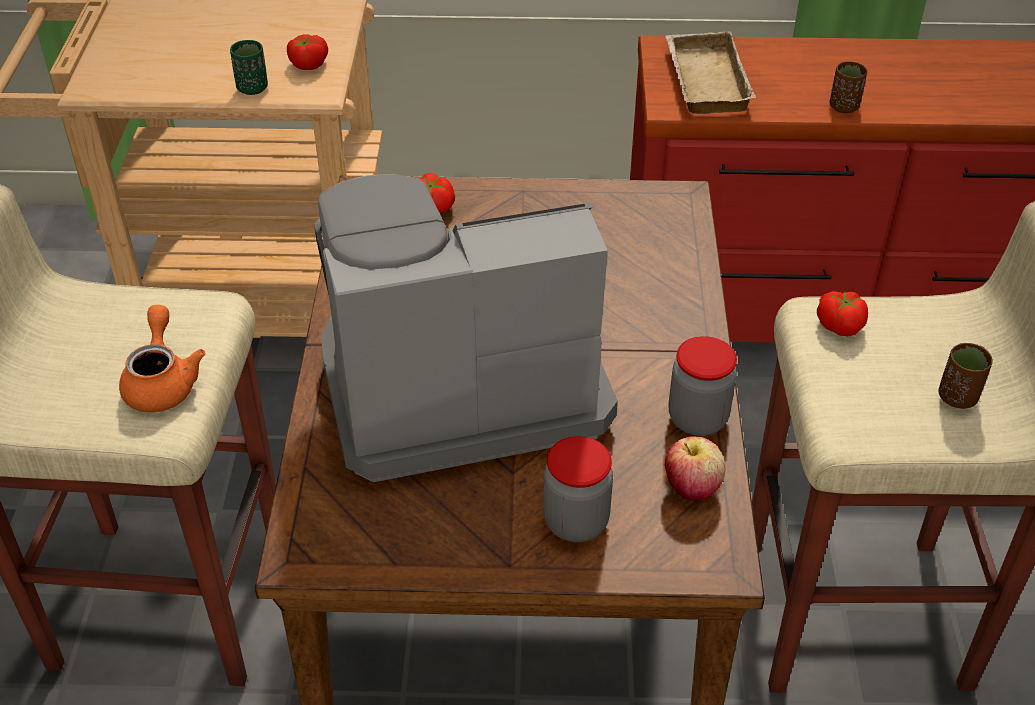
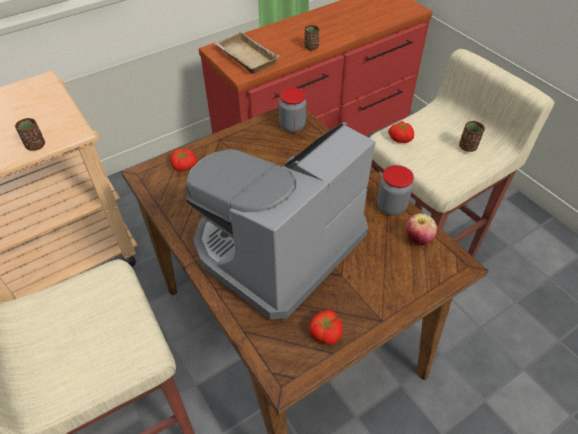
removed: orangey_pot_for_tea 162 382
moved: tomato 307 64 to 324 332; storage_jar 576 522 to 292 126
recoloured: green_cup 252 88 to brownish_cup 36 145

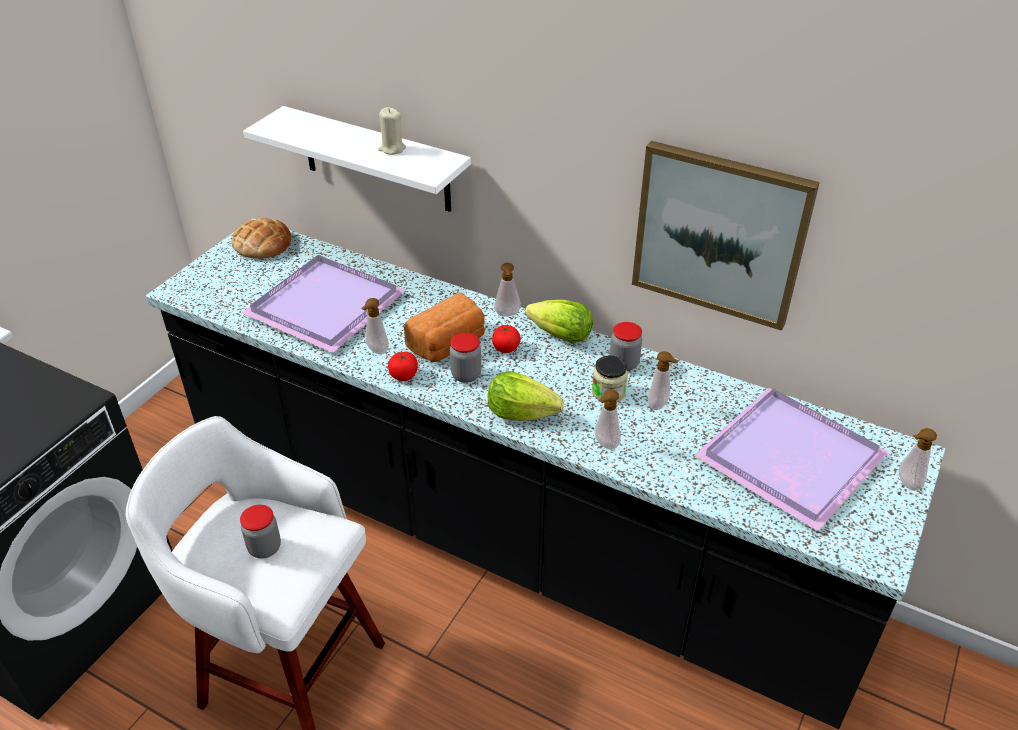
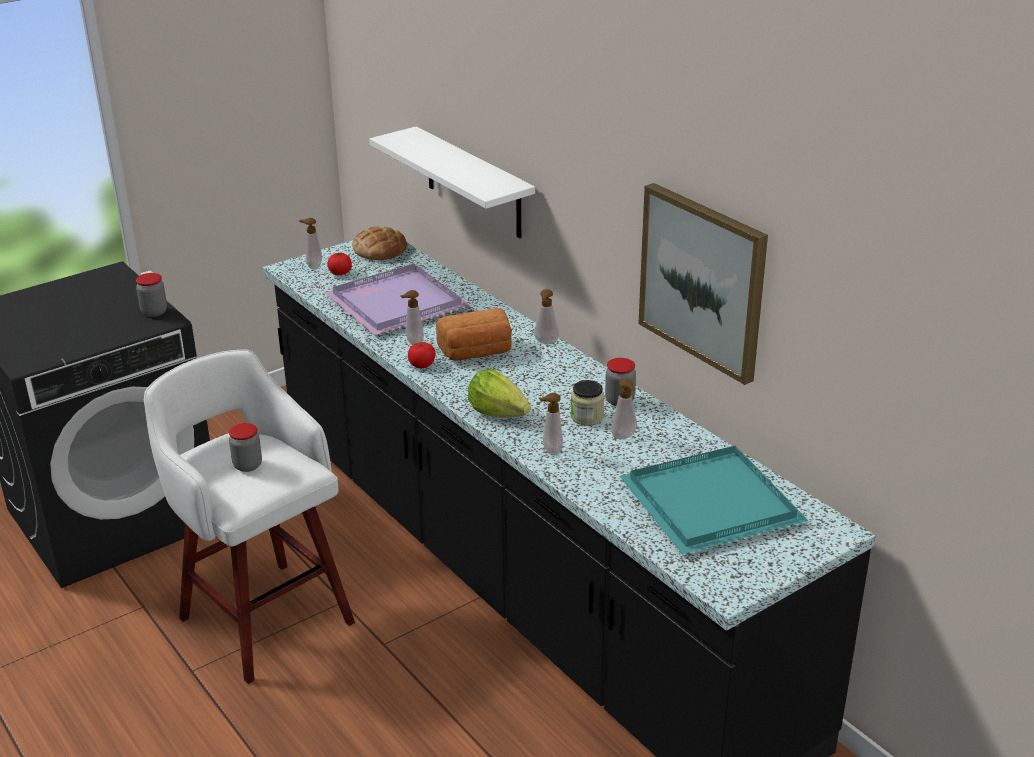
removed: sand-coloured_candle 392 149; head_of_lettuce 561 336
moved: storage_jar 466 375 to 154 312; tomato 506 348 to 340 273; liquid_soap_bottle 906 483 to 313 266
recoloured: purple_serving_tray 786 458 to blue-green_serving_tray 707 502

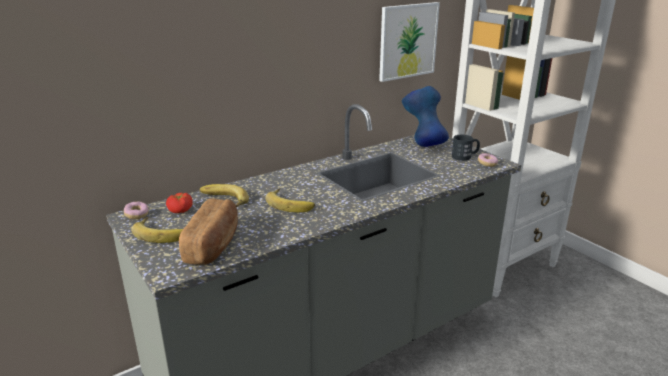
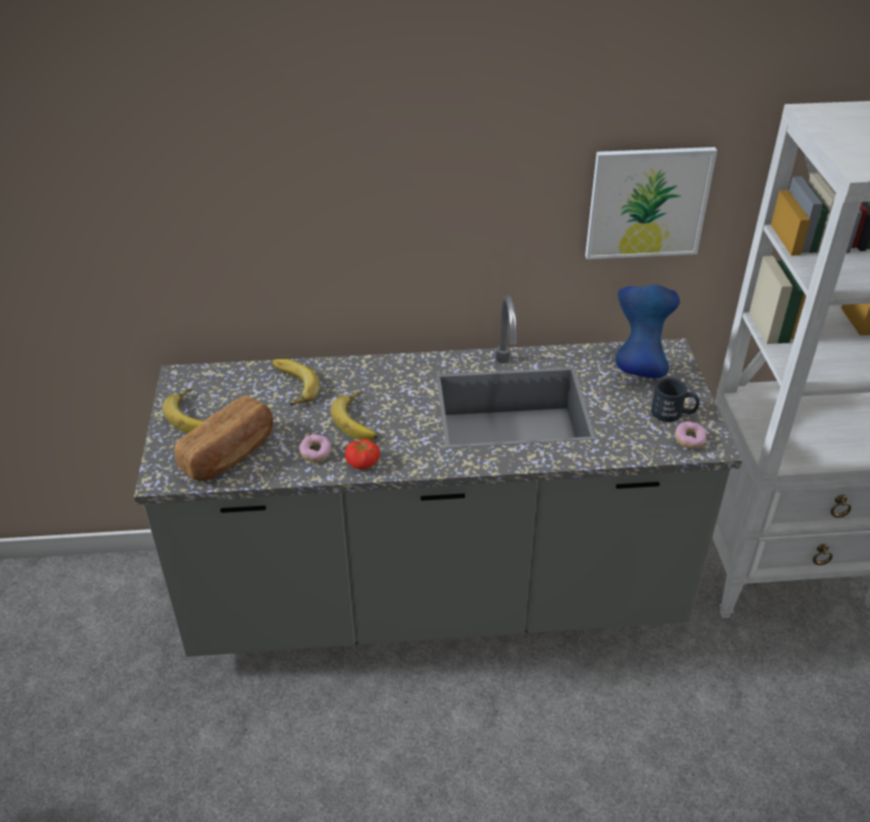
moved: ring_doughnut 137 215 to 315 453; tomato 181 210 to 363 463

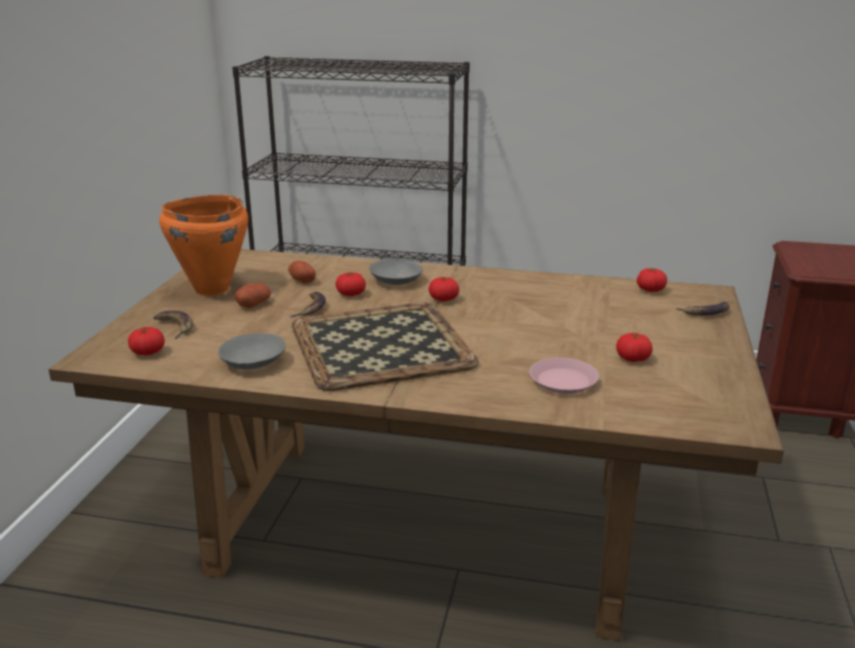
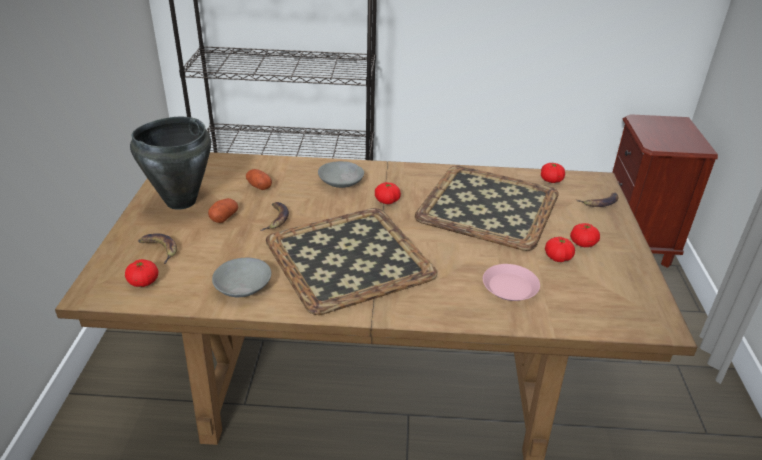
added: serving_tray 487 205
moved: tomato 351 294 to 583 243
recoloured: orangey_stockpot 211 289 to black-coloured_stockpot 180 202

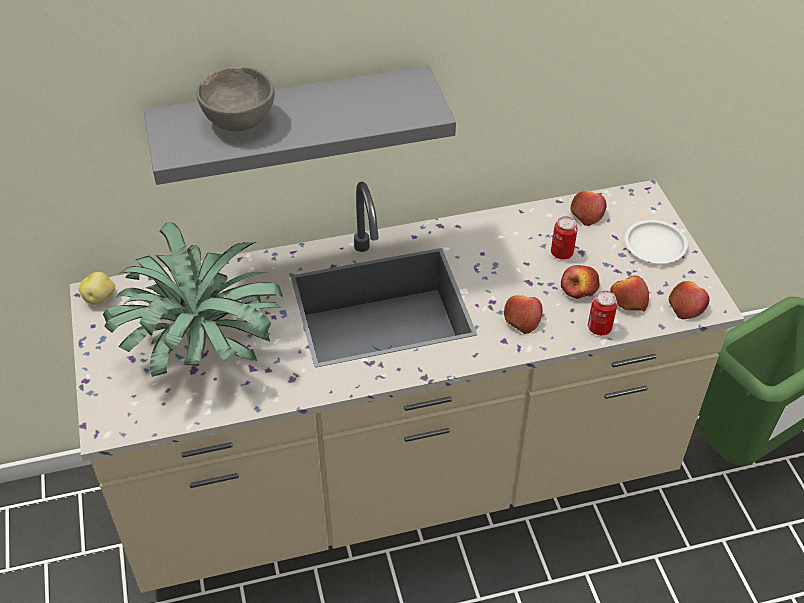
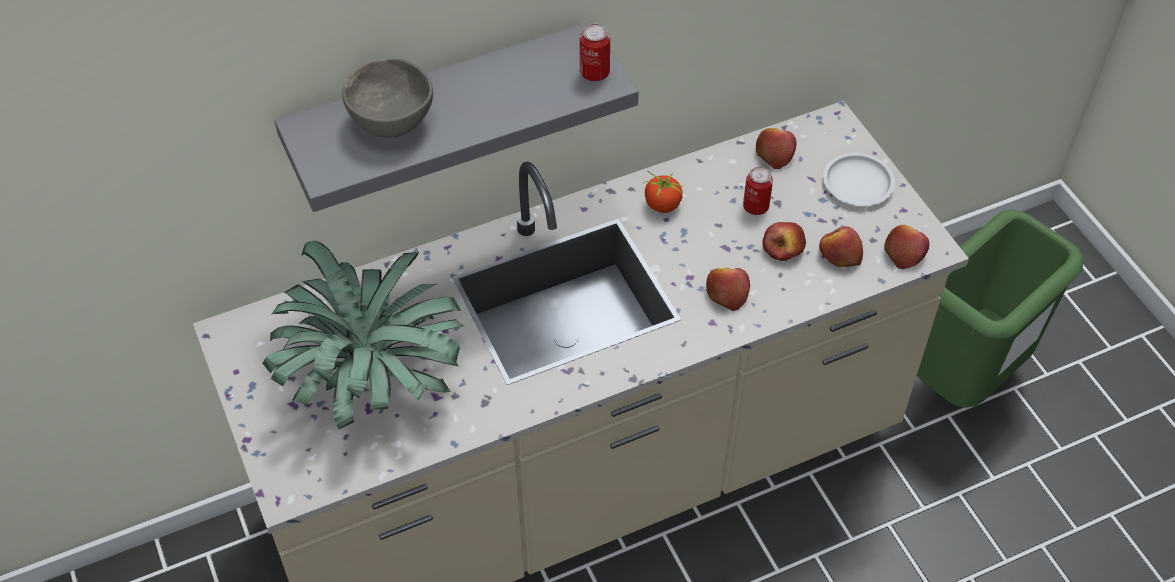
removed: whole_potato 100 297
added: tomato 662 205
moved: metal_can 599 328 to 594 73

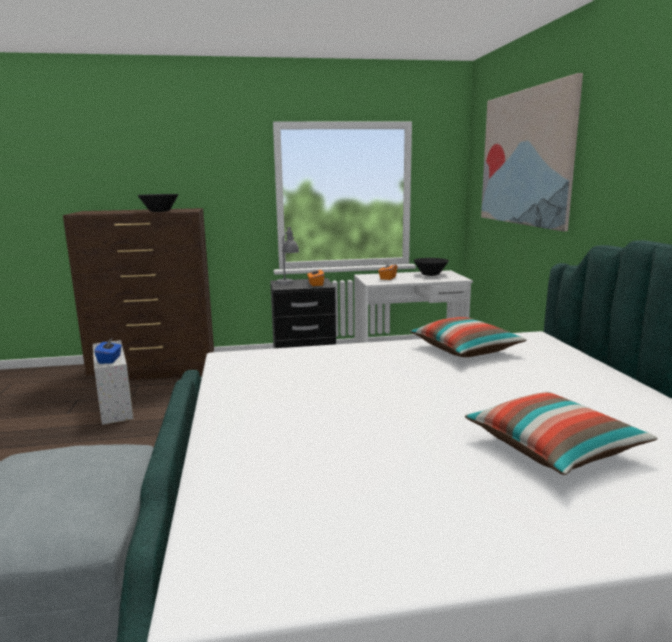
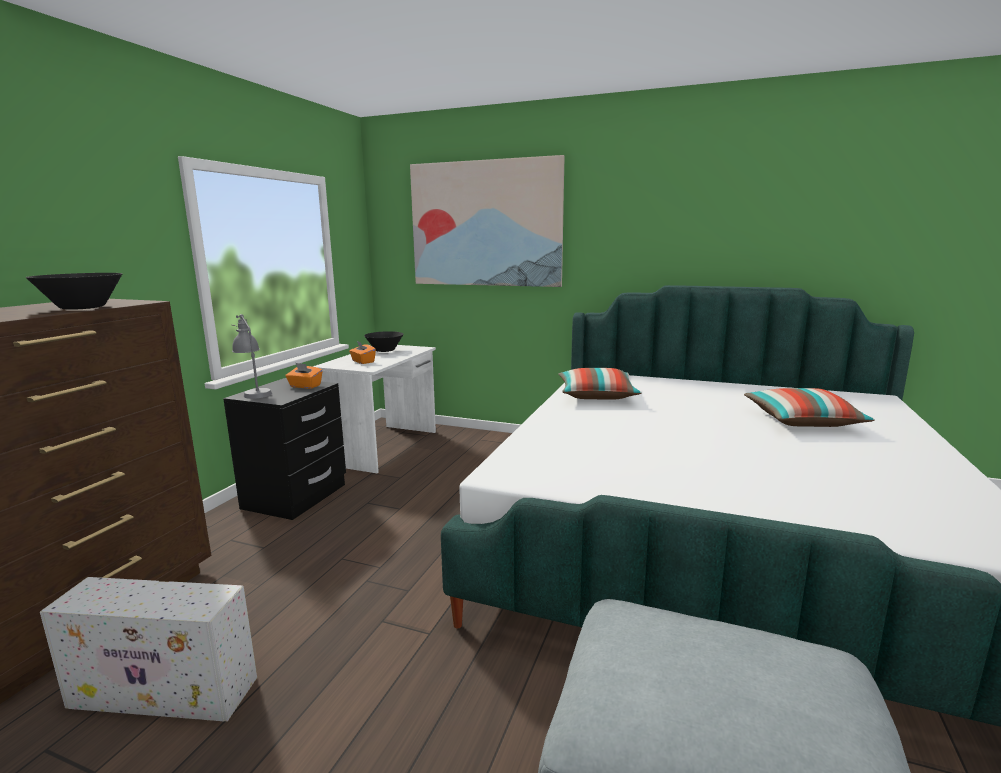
removed: bluish_tissue_box 110 360

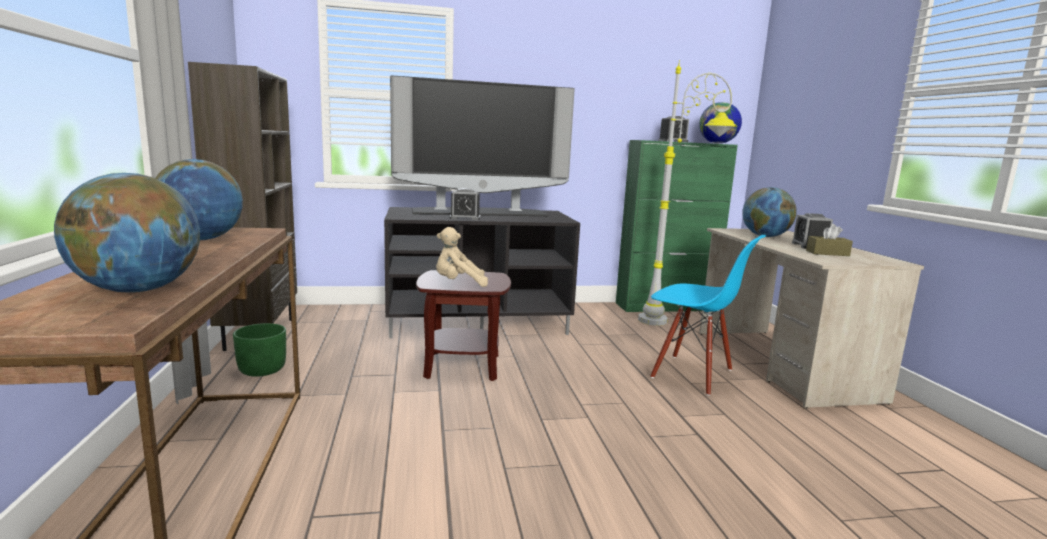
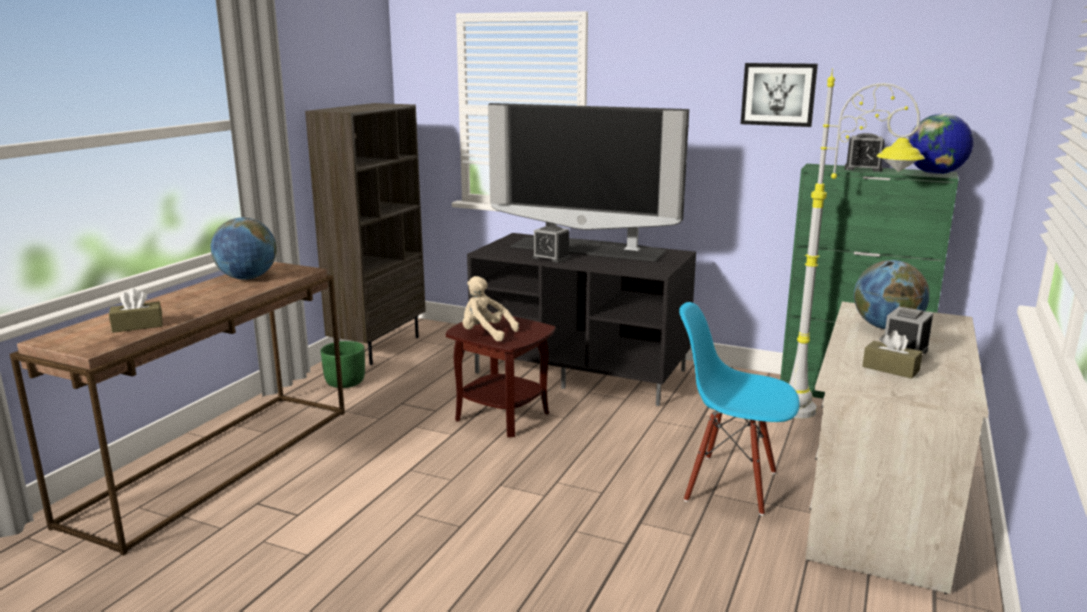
added: picture 778 94
replaced: desk_globe 138 290 to brownish_tissue_box 137 326
turned: bluish_plain_chair 692 374 = 731 485 135 degrees clockwise

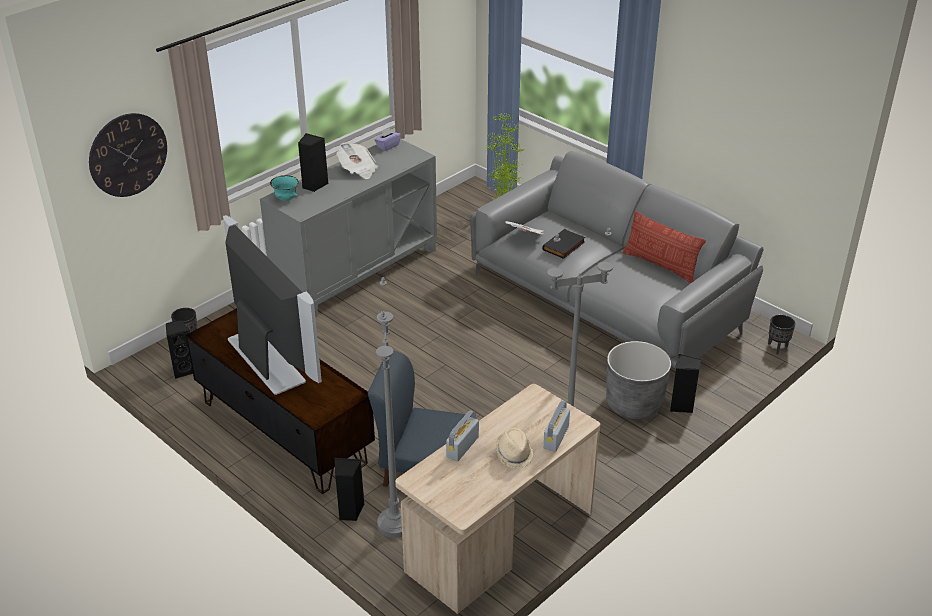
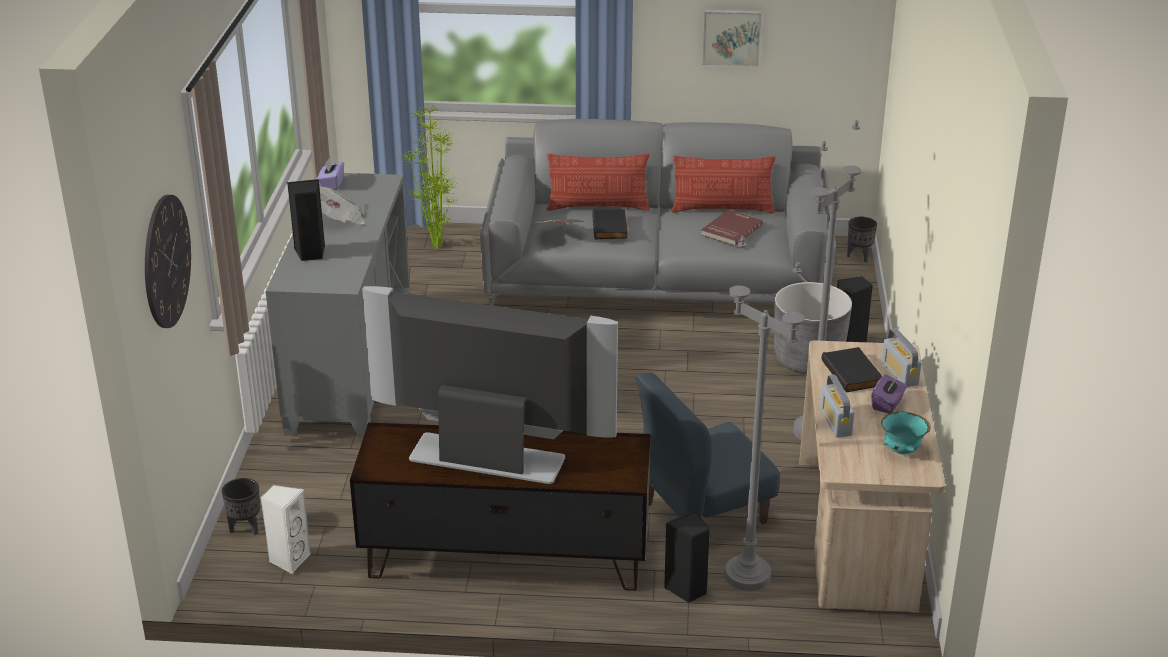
added: pillow 598 206; red_bound_book 730 230; picture 731 36; black-coloured_bound_book 853 373
moved: blue-green_serving_bowl 286 199 to 902 451
replaced: sand-coloured_wearable_hat 514 454 to purple_tissue_box 887 404
recoloured: black-coloured_audio_speaker 184 370 to whitish_audio_speaker 289 559

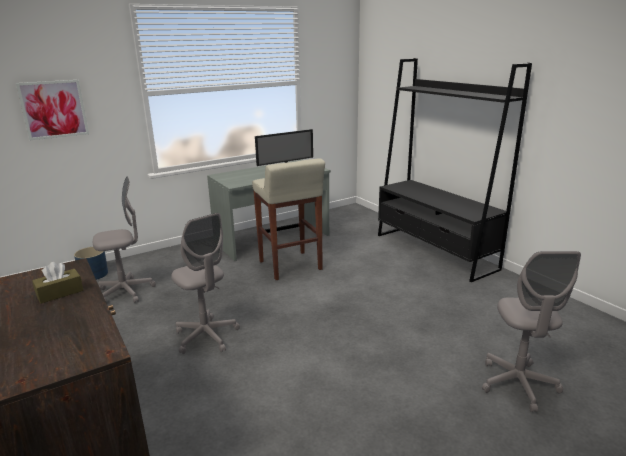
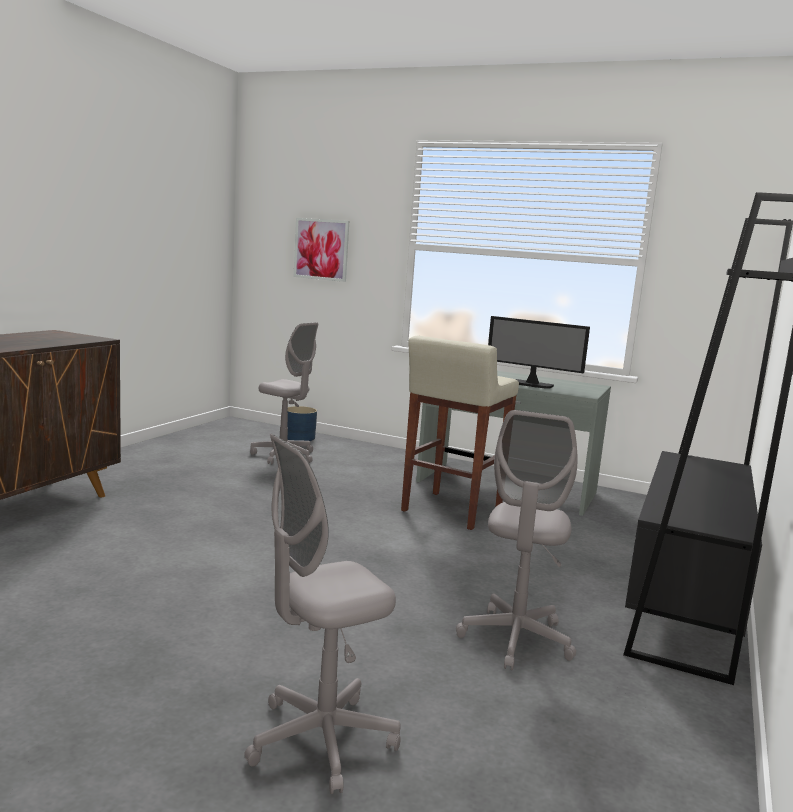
removed: brownish_tissue_box 60 293
moved: greyish_desk_chair 206 336 to 515 639

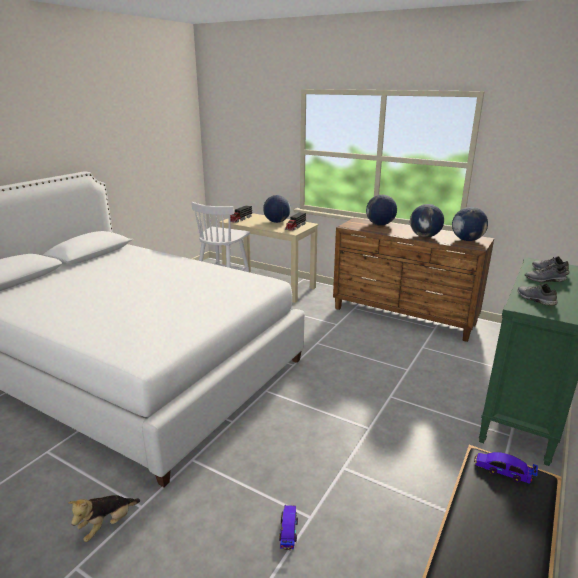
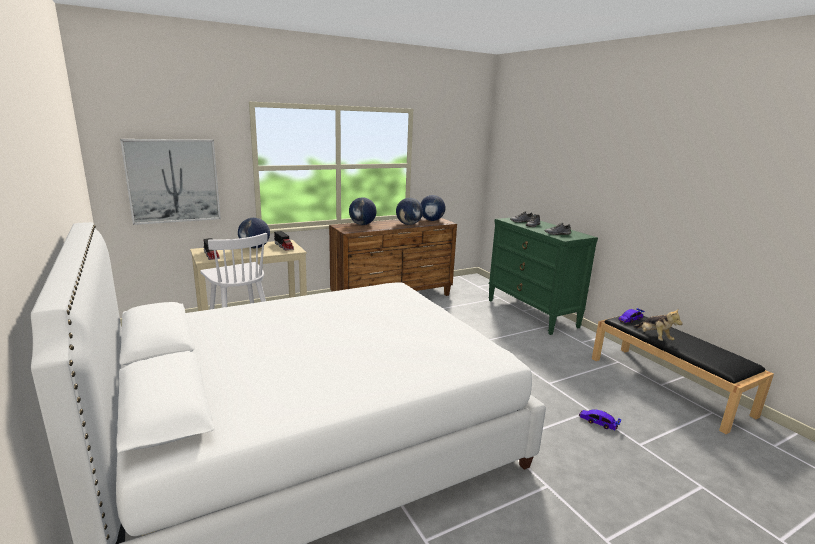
added: picture 173 181
moved: plush_toy 107 525 to 653 338

